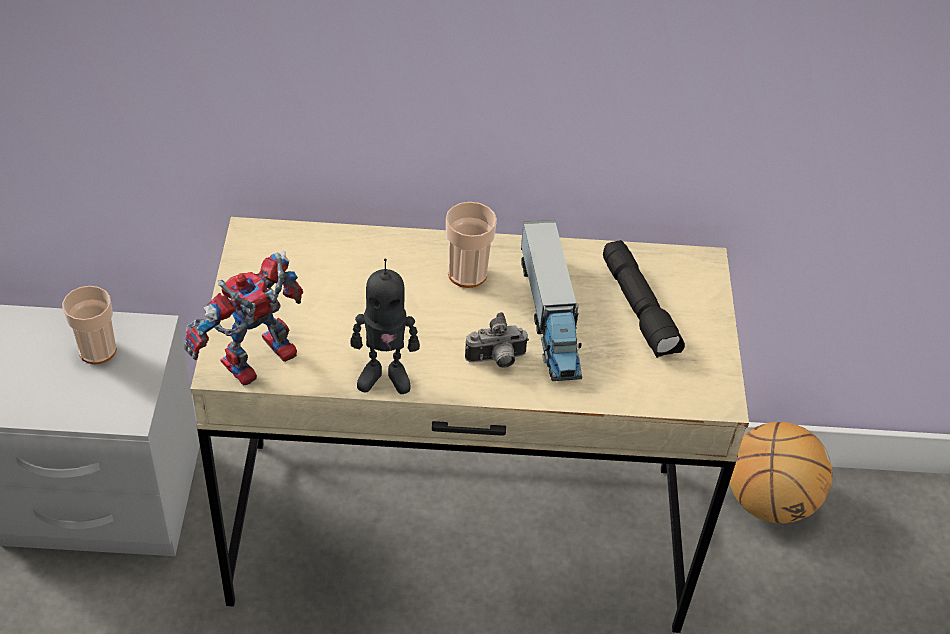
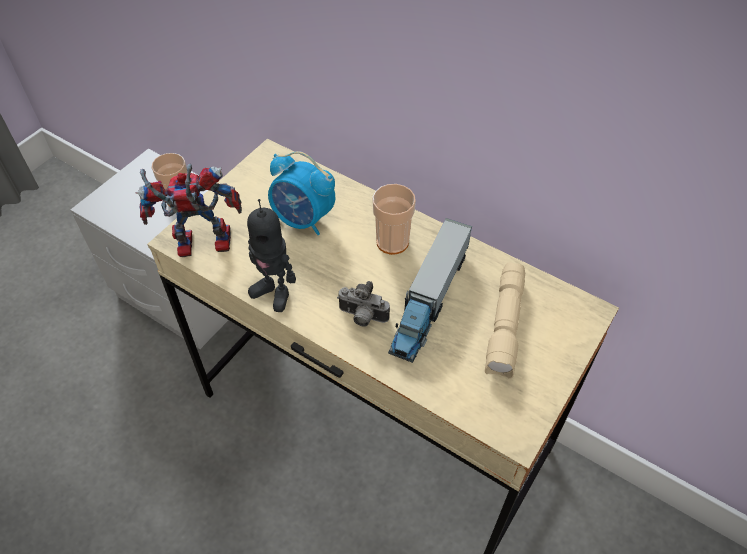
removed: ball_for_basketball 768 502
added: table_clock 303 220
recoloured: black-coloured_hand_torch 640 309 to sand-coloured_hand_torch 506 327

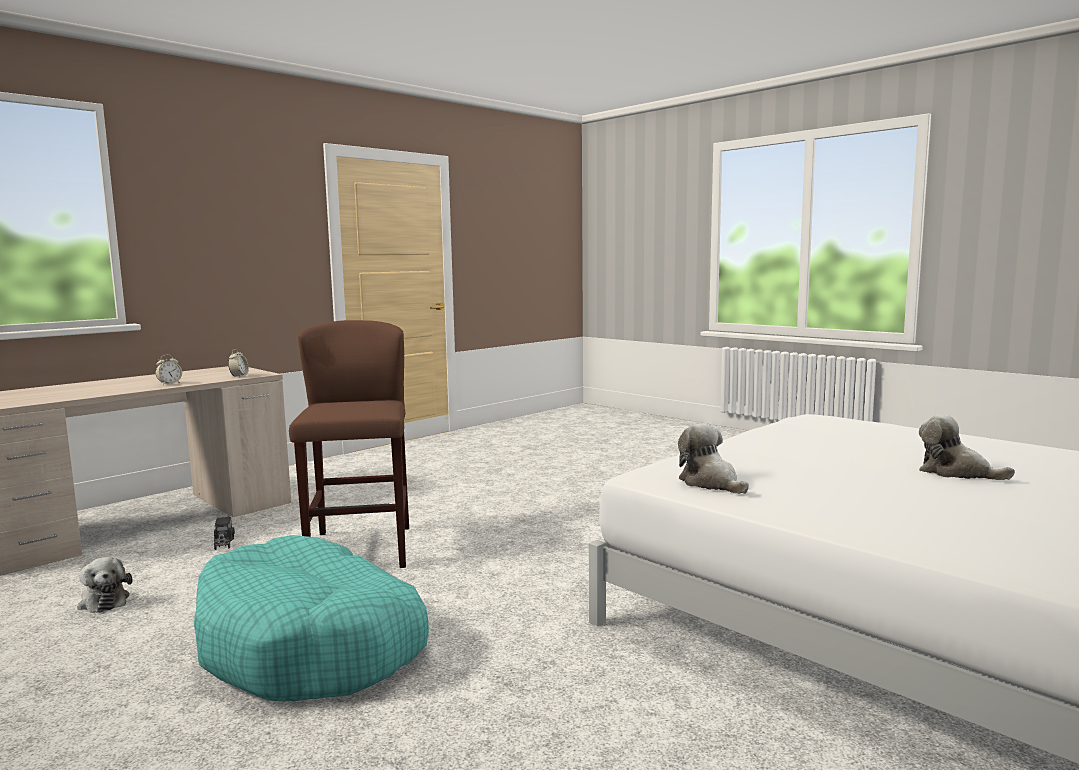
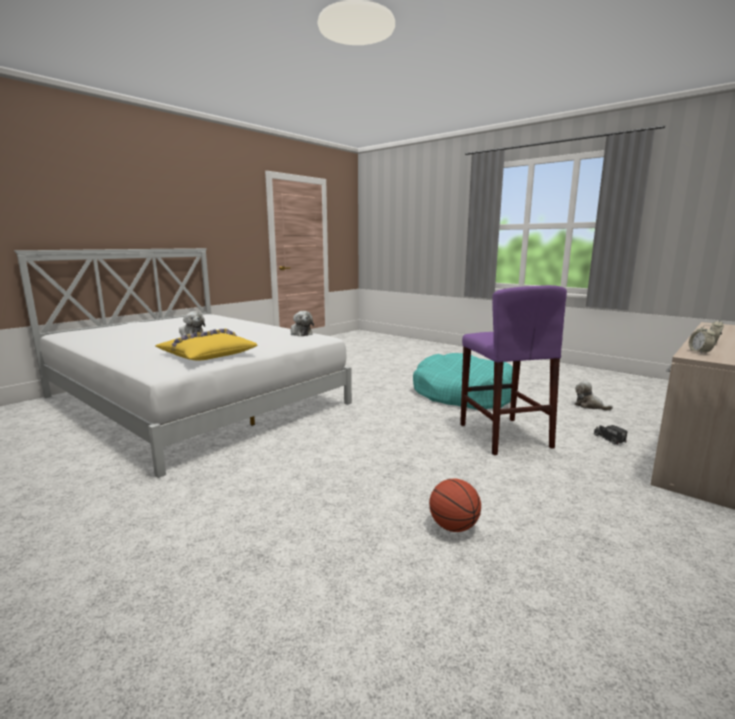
added: yellowish_pillow 207 355; ball_for_basketball 453 527
recoloured: brownish_stool 360 549 to purple_stool 504 435

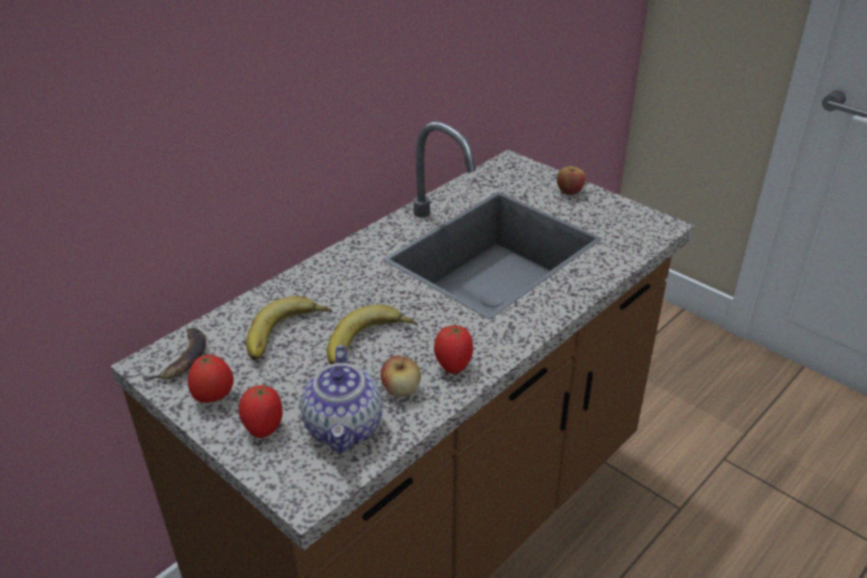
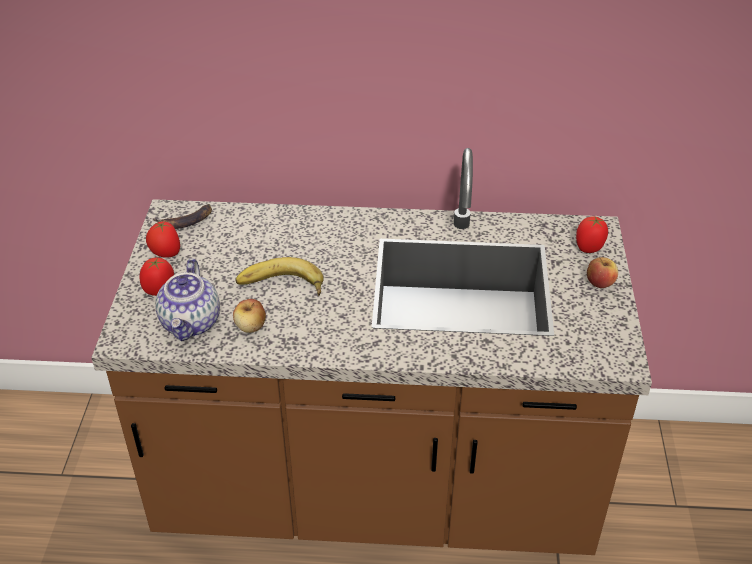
removed: banana_fruit 287 335
moved: tomato 453 365 to 589 248
turned: pot_for_tea 345 428 = 191 323 45 degrees counterclockwise

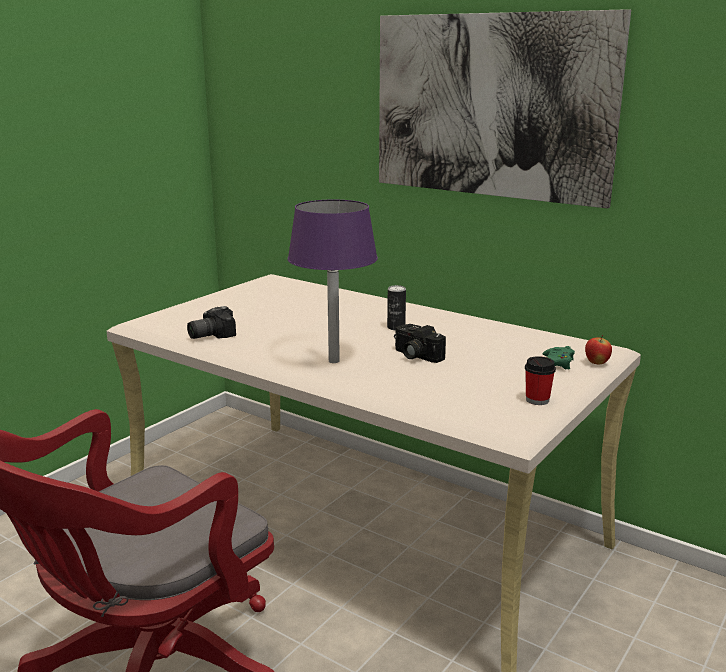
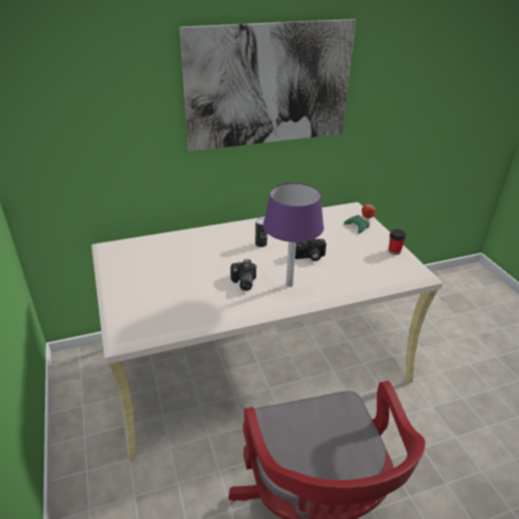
moved: photo_camera 209 335 to 243 282

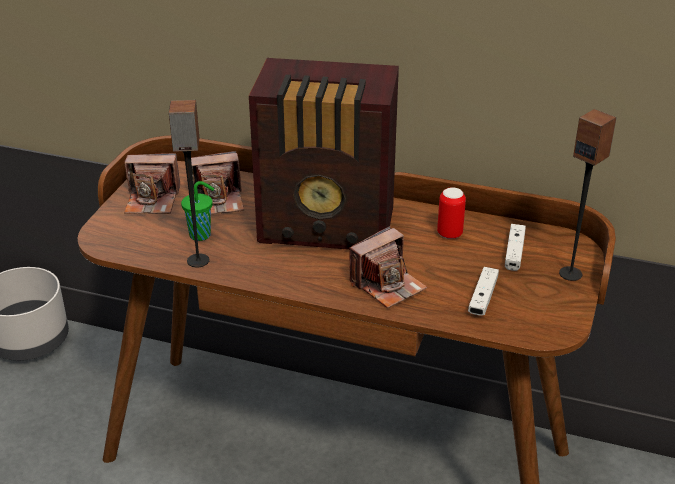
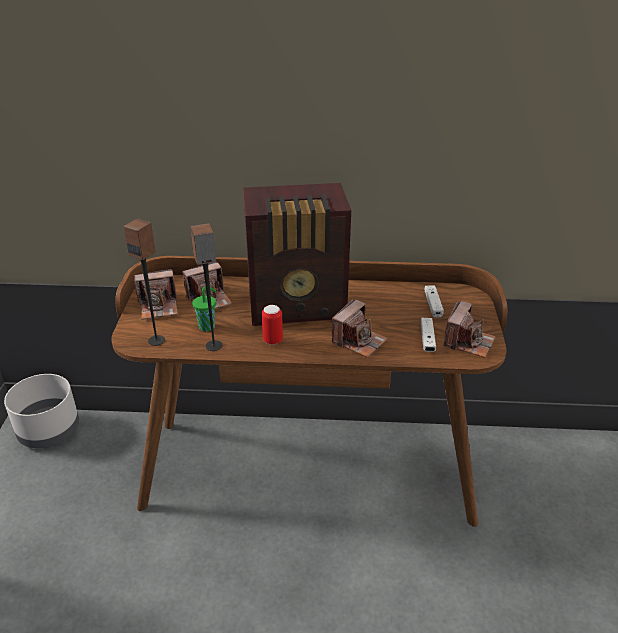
added: photo_camera 468 342
moved: metal_can 449 234 to 272 340; audio_speaker 571 273 to 157 340

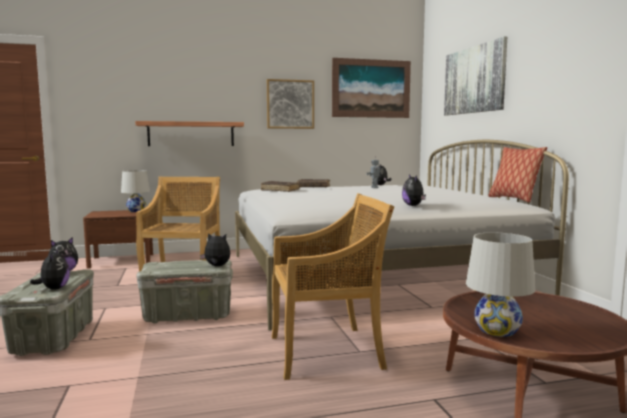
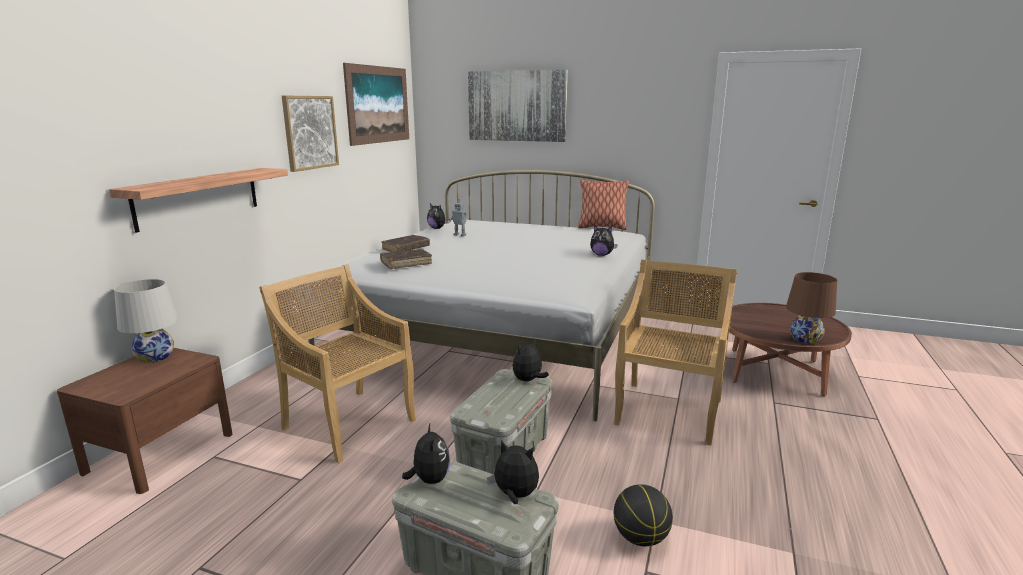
added: ball_for_basketball 640 538
recoloured: whitish_lamp_for_a_table 497 330 to brownish_lamp_for_a_table 805 339

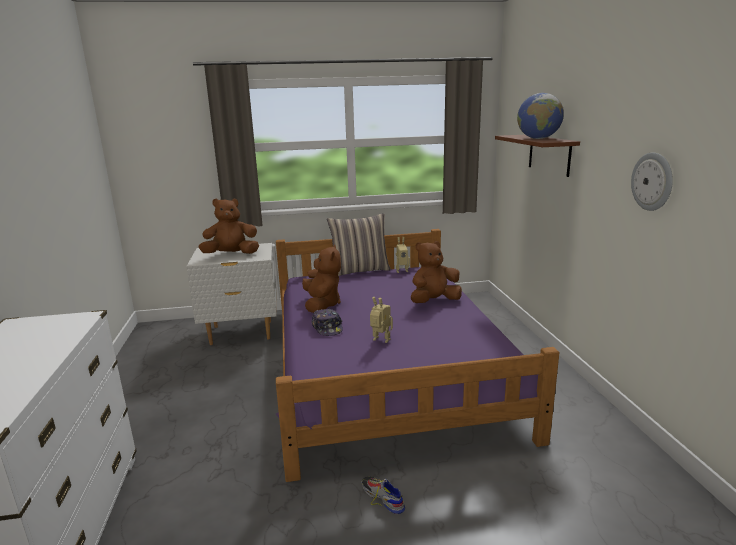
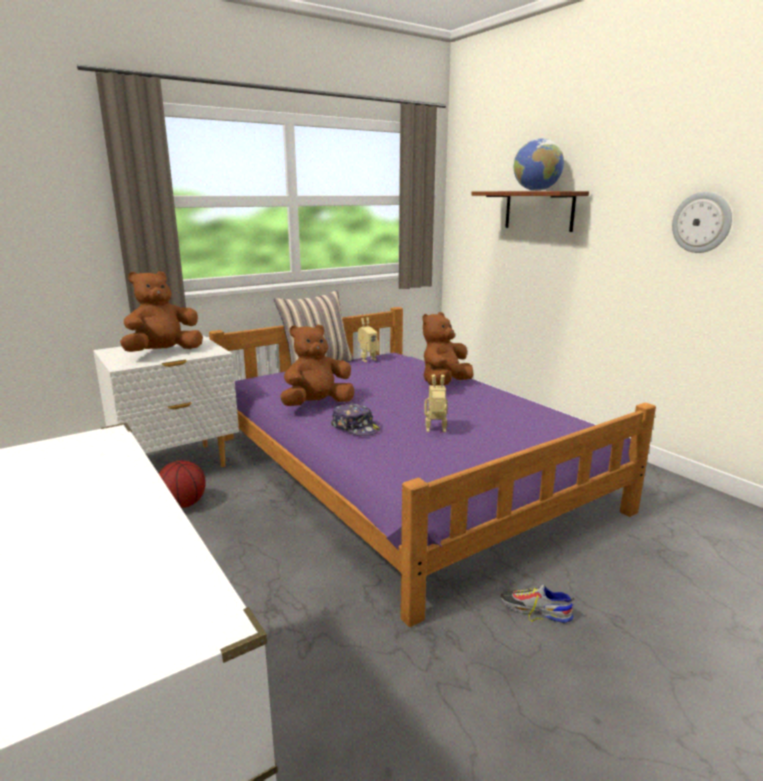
added: ball_for_basketball 183 504
turned: brownish_plush_toy 322 305 = 317 404 90 degrees counterclockwise

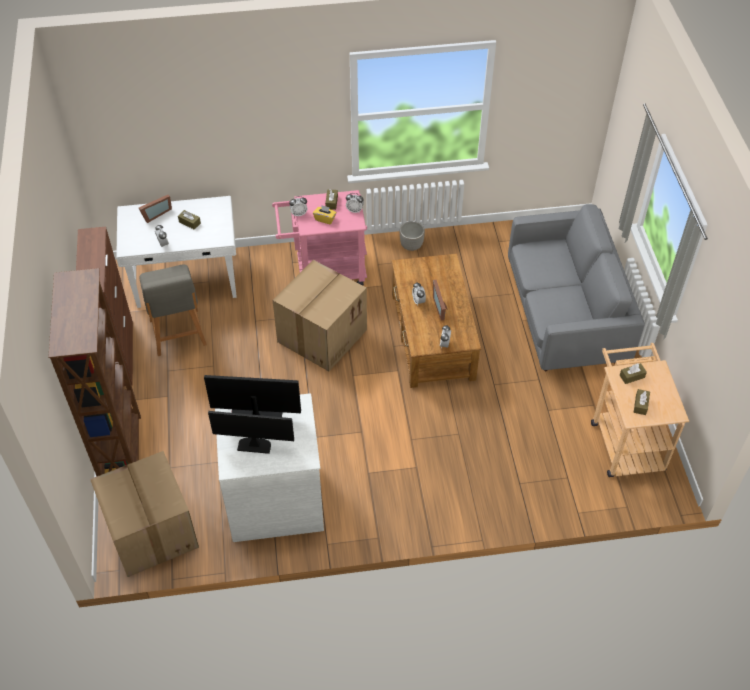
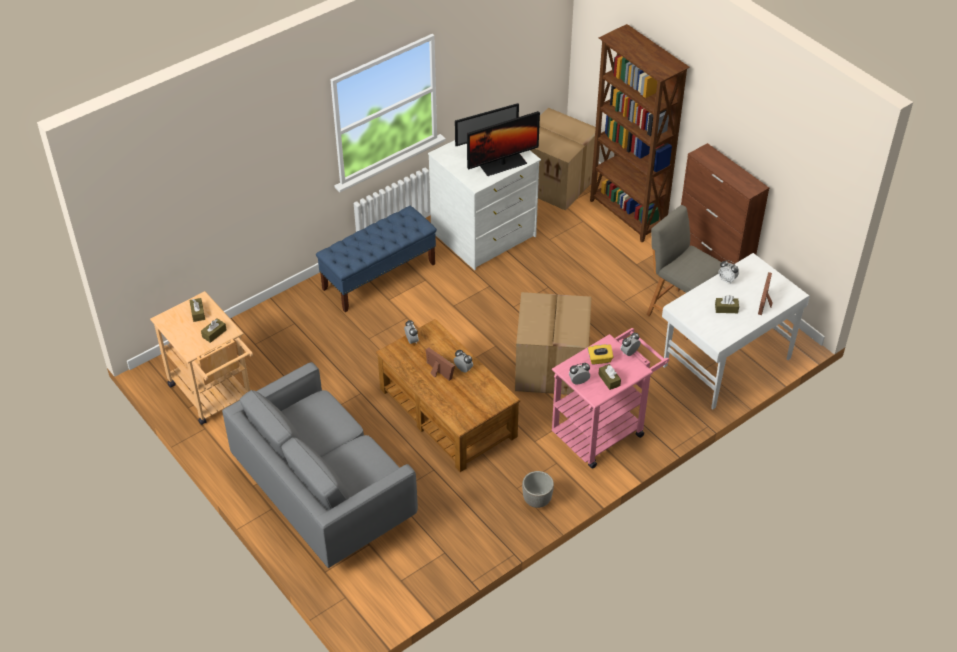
added: bluish_long_seat 379 276

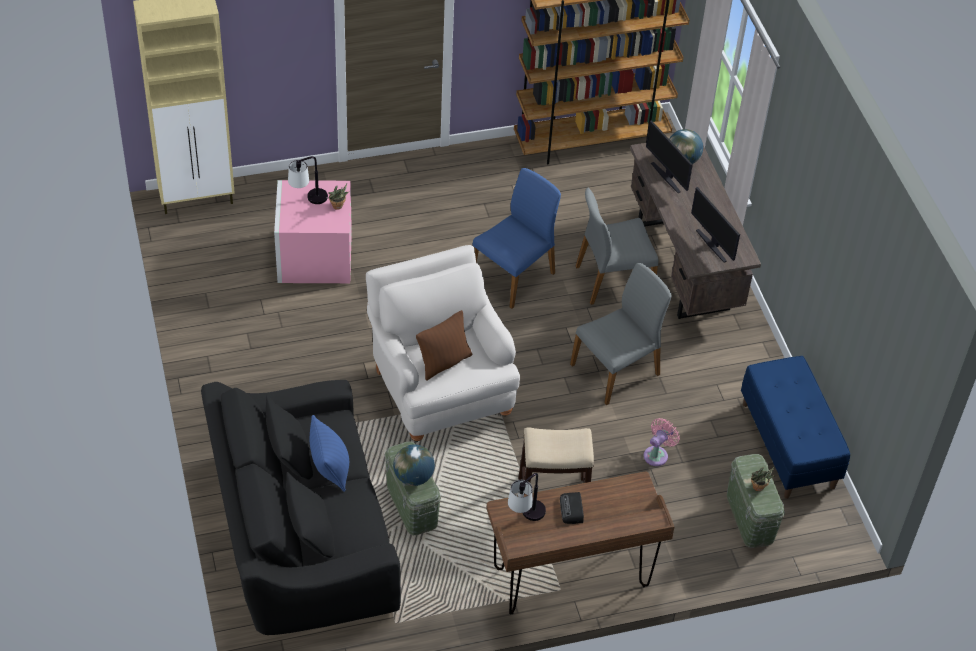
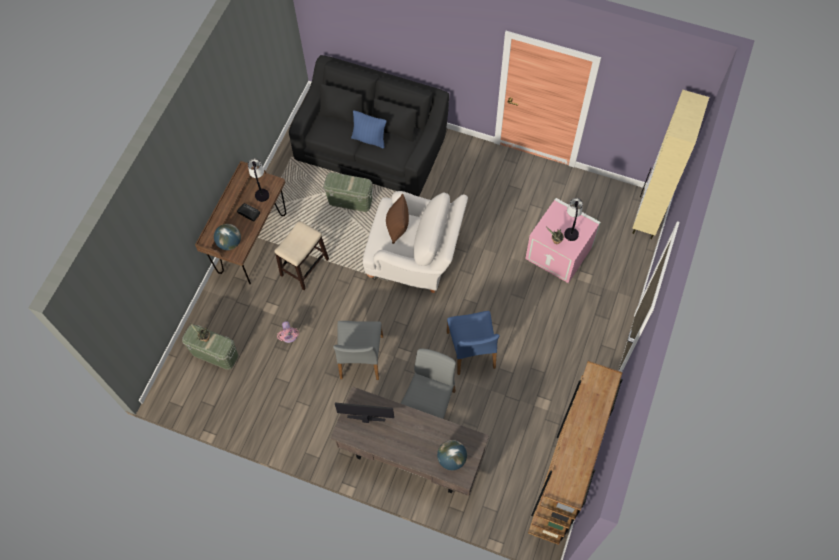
removed: computer_display 666 177; bluish_long_seat 789 445
moved: desk_globe 414 477 to 229 243

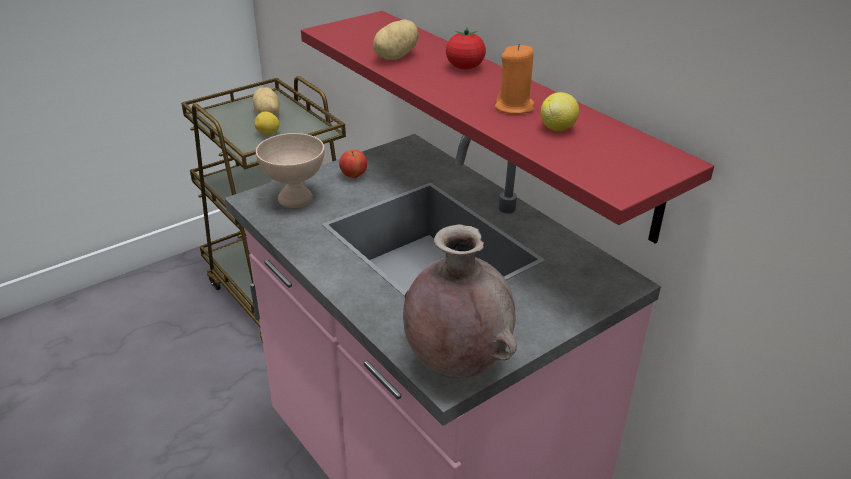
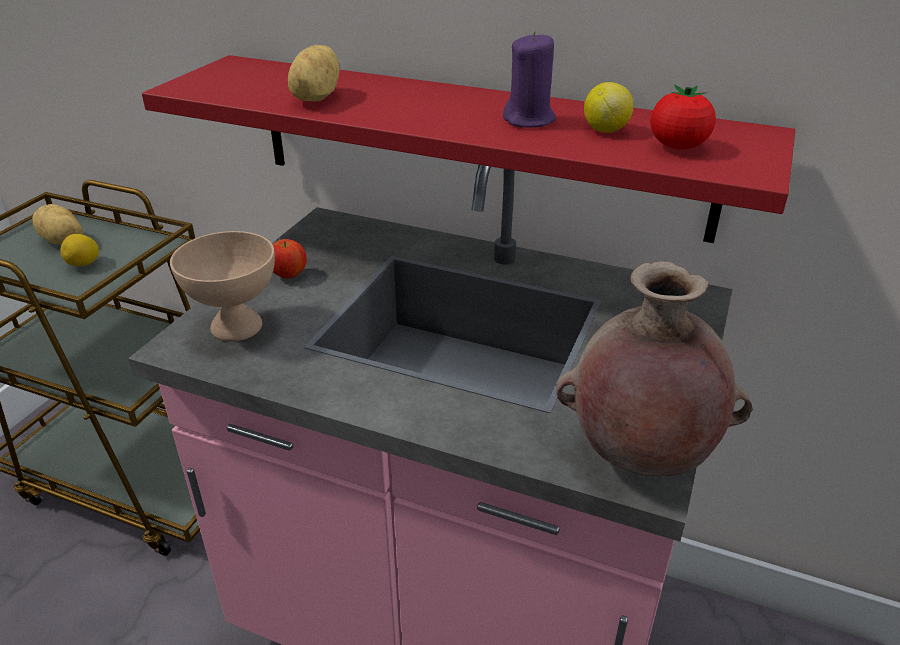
moved: tomato 465 67 to 677 147
recoloured: orangey_candle 514 107 to purple_candle 529 120

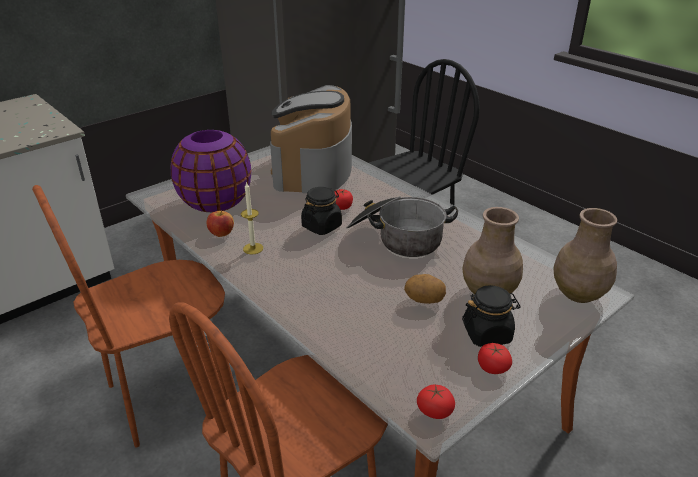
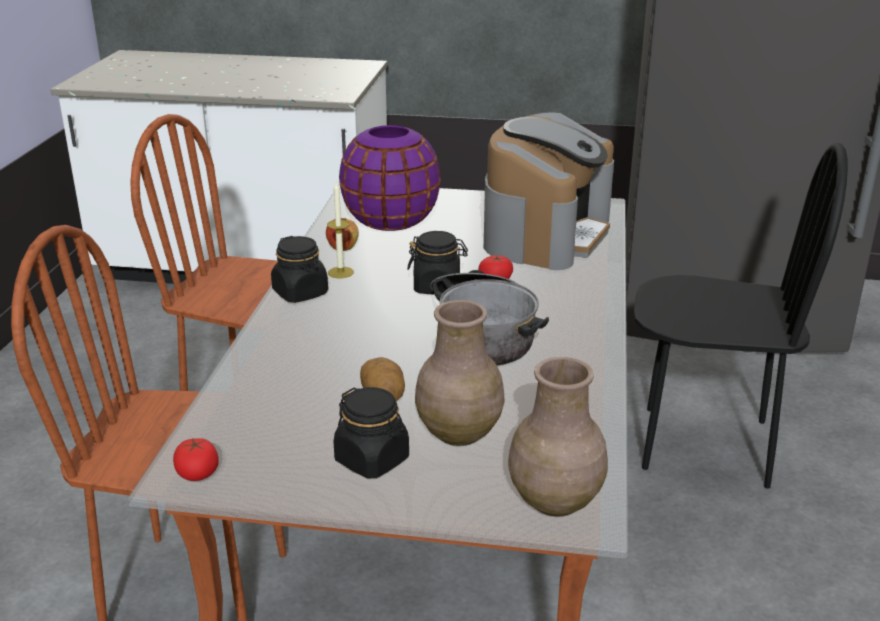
removed: tomato 492 367
added: black-coloured_storage_jar 300 293
turned: coffee_brewer 313 169 = 545 234 150 degrees clockwise

